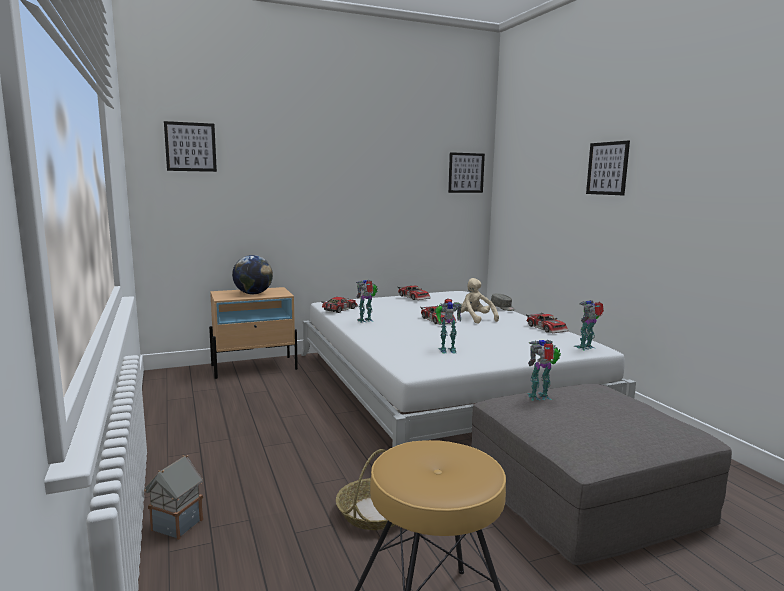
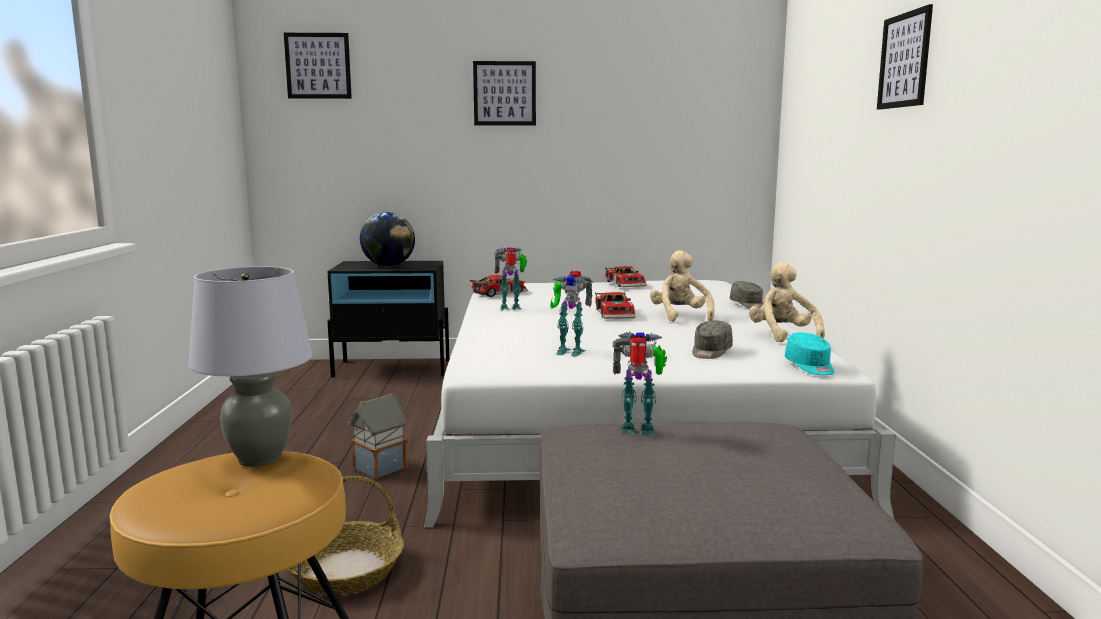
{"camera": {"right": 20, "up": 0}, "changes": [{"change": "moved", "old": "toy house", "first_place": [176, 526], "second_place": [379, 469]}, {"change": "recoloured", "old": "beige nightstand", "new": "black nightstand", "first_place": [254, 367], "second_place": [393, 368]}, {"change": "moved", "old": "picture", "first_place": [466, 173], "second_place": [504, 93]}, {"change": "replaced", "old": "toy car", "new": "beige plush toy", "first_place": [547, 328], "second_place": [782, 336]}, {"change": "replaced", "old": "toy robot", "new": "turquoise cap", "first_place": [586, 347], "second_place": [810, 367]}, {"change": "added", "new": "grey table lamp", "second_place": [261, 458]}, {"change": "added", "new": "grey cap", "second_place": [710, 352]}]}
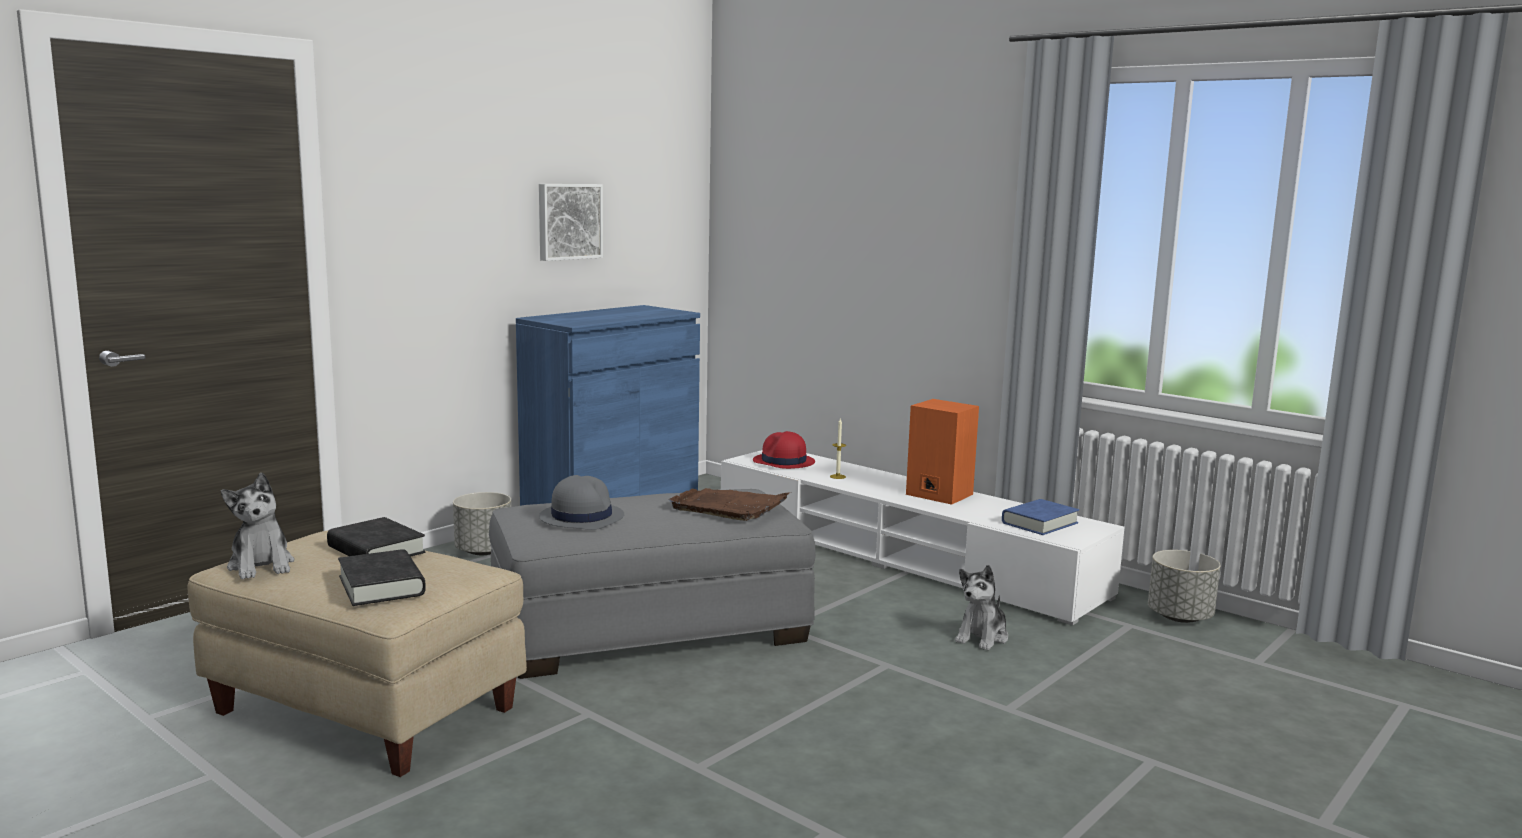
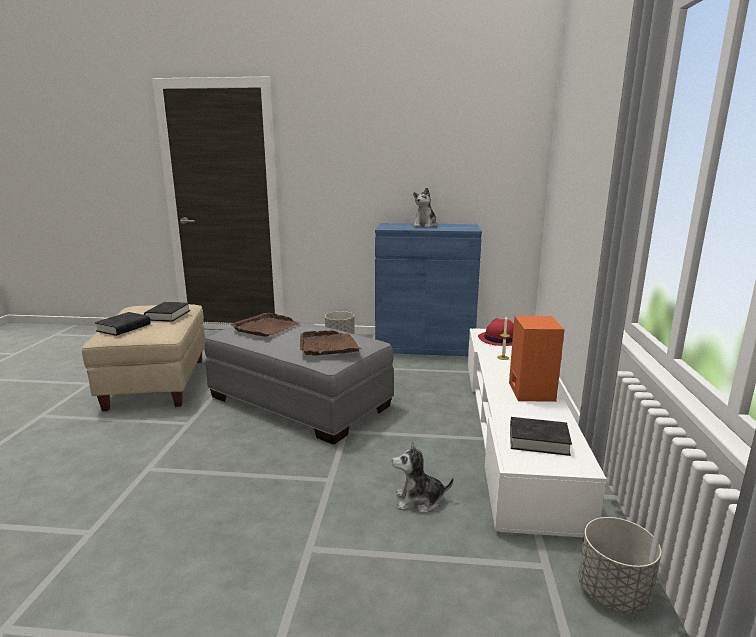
{"camera": {"right": 55, "up": 5}, "changes": [{"change": "moved", "old": "plush toy", "first_place": [261, 565], "second_place": [425, 226]}, {"change": "removed", "old": "picture", "first_place": [568, 221]}, {"change": "replaced", "old": "grey hat", "new": "brown tray", "first_place": [581, 517], "second_place": [265, 328]}, {"change": "recoloured", "old": "blue book", "new": "black book", "first_place": [1039, 523], "second_place": [538, 440]}]}
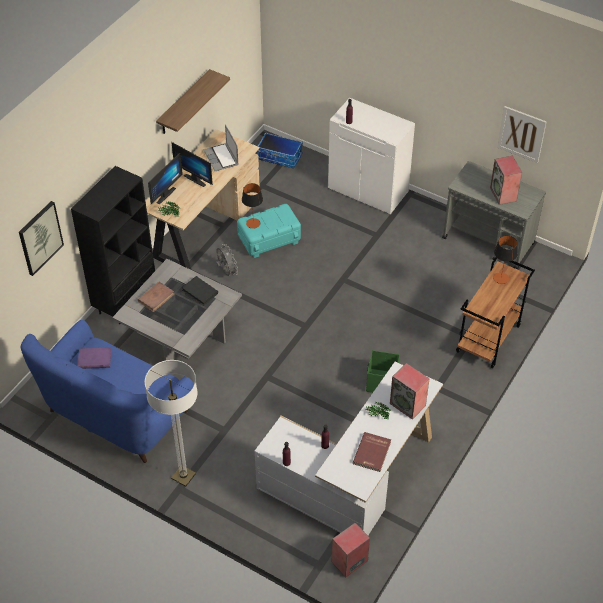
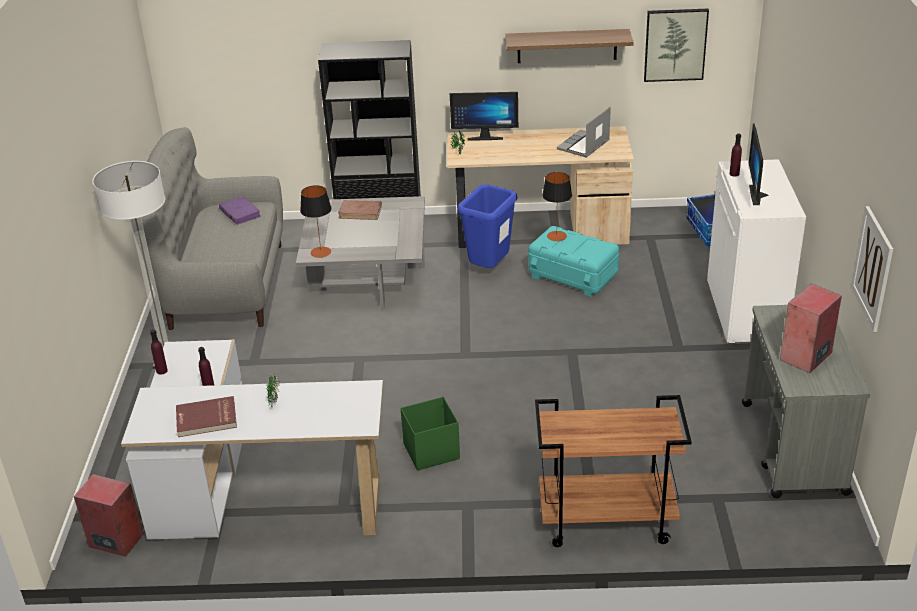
{"camera": {"right": 60, "up": -15}, "changes": [{"change": "moved", "old": "picture", "first_place": [40, 237], "second_place": [675, 44]}, {"change": "recoloured", "old": "blue sofa", "new": "grey sofa", "first_place": [116, 413], "second_place": [223, 285]}, {"change": "moved", "old": "monitor", "first_place": [197, 178], "second_place": [759, 195]}, {"change": "removed", "old": "black book", "first_place": [200, 292]}, {"change": "replaced", "old": "grey fan", "new": "blue trash can", "first_place": [226, 272], "second_place": [489, 269]}, {"change": "removed", "old": "speaker", "first_place": [408, 404]}, {"change": "moved", "old": "table lamp", "first_place": [501, 278], "second_place": [321, 252]}]}
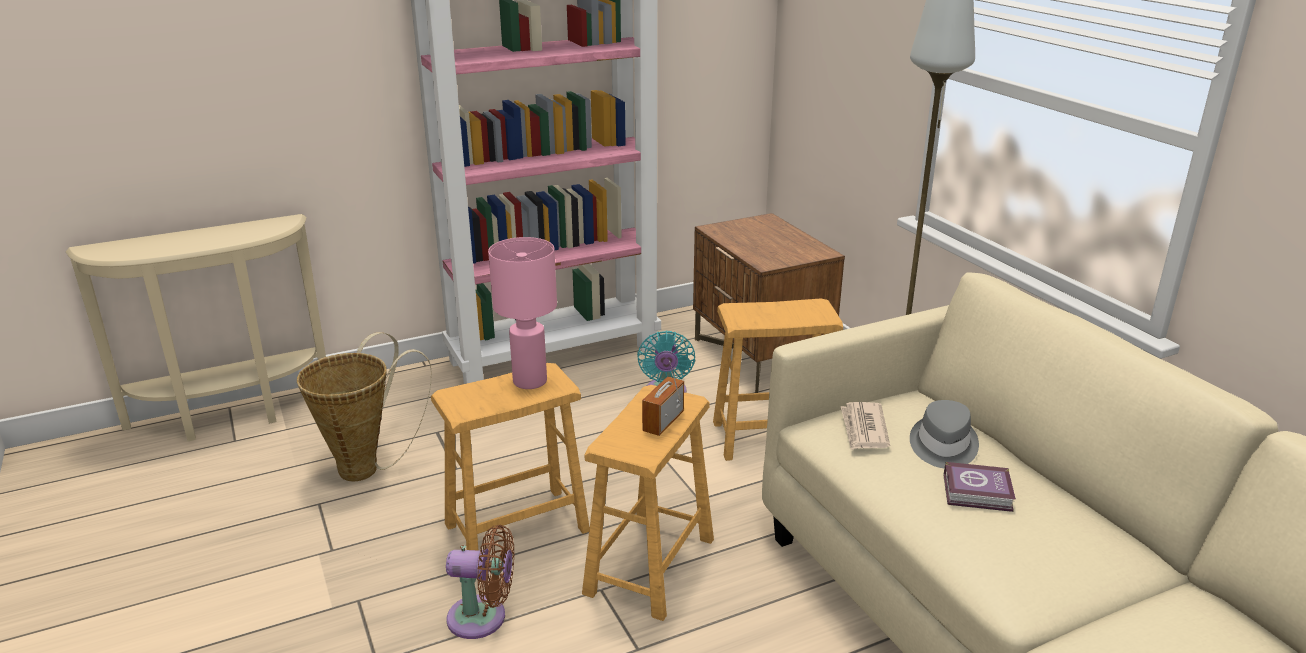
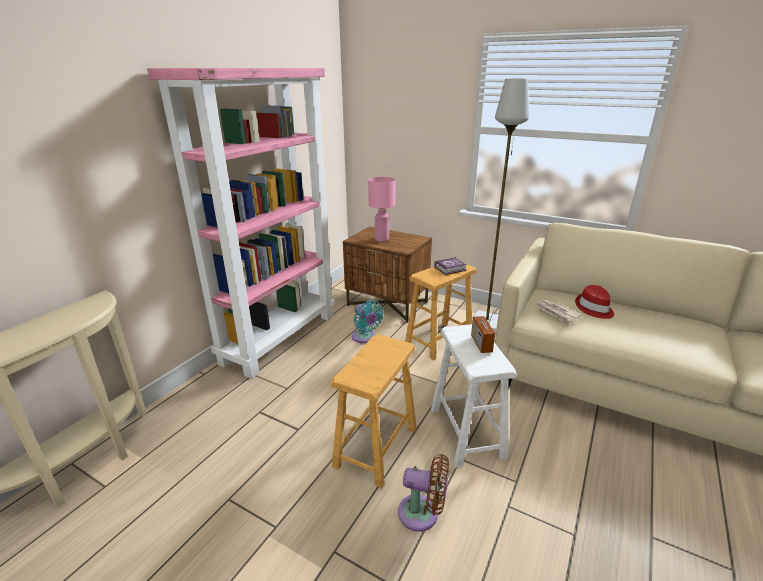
{"camera": {"right": -35, "up": 0}, "changes": [{"change": "removed", "old": "basket", "first_place": [367, 467]}, {"change": "turned", "old": "brown fan", "first_place": [483, 618], "second_place": [422, 514], "degrees": 45}, {"change": "moved", "old": "pink table lamp", "first_place": [530, 381], "second_place": [381, 239]}, {"change": "recoloured", "old": "brown stool", "new": "white stool", "first_place": [650, 566], "second_place": [467, 432]}, {"change": "recoloured", "old": "grey hat", "new": "red hat", "first_place": [942, 446], "second_place": [594, 308]}, {"change": "moved", "old": "book", "first_place": [979, 493], "second_place": [451, 269]}]}
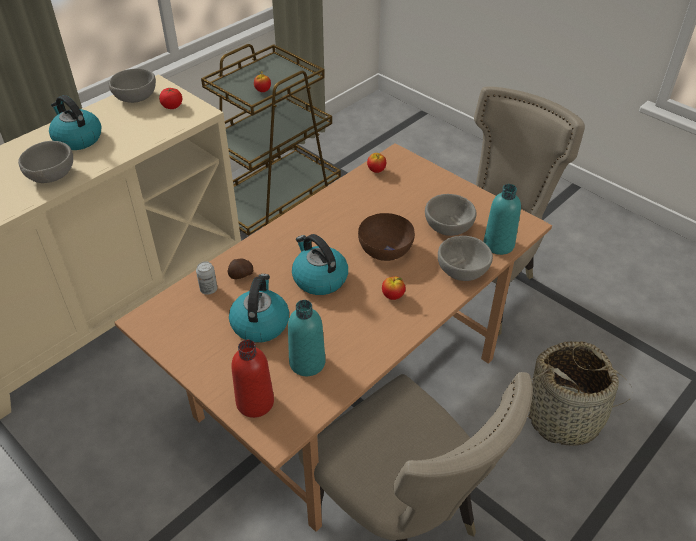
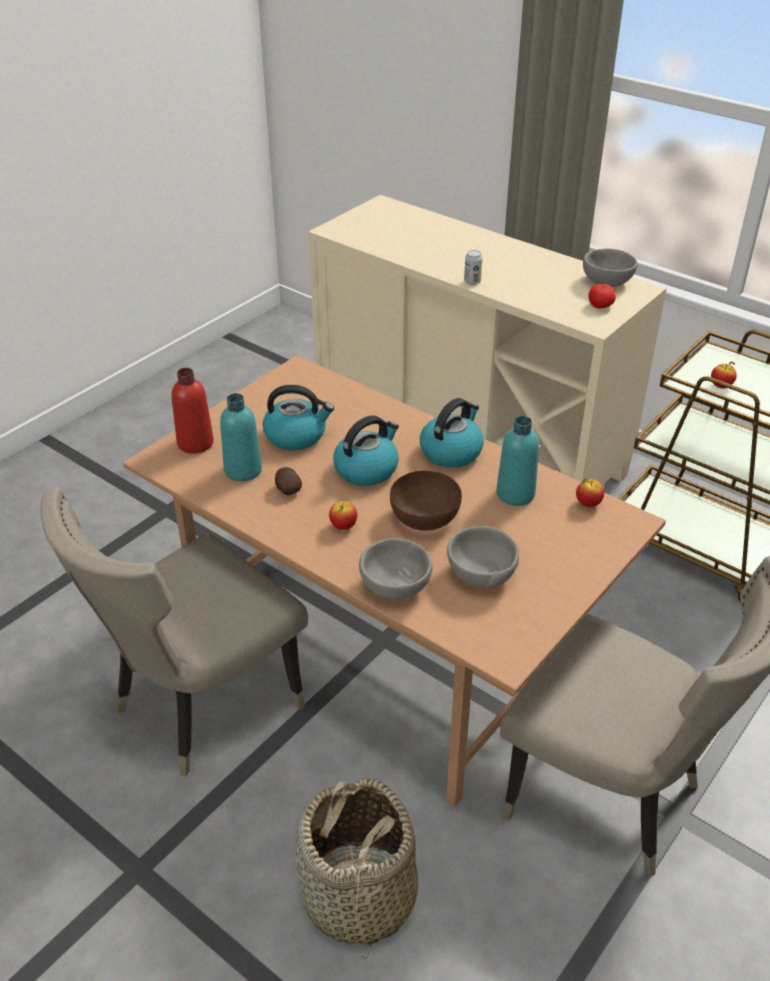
{"camera": {"right": 85, "up": -5}, "changes": [{"change": "removed", "old": "grey bowl", "first_place": [53, 175]}, {"change": "moved", "old": "kettle", "first_place": [77, 138], "second_place": [451, 451]}, {"change": "moved", "old": "can", "first_place": [208, 289], "second_place": [472, 282]}, {"change": "moved", "old": "potato", "first_place": [241, 275], "second_place": [287, 489]}, {"change": "moved", "old": "turquoise bottle", "first_place": [498, 244], "second_place": [515, 494]}]}
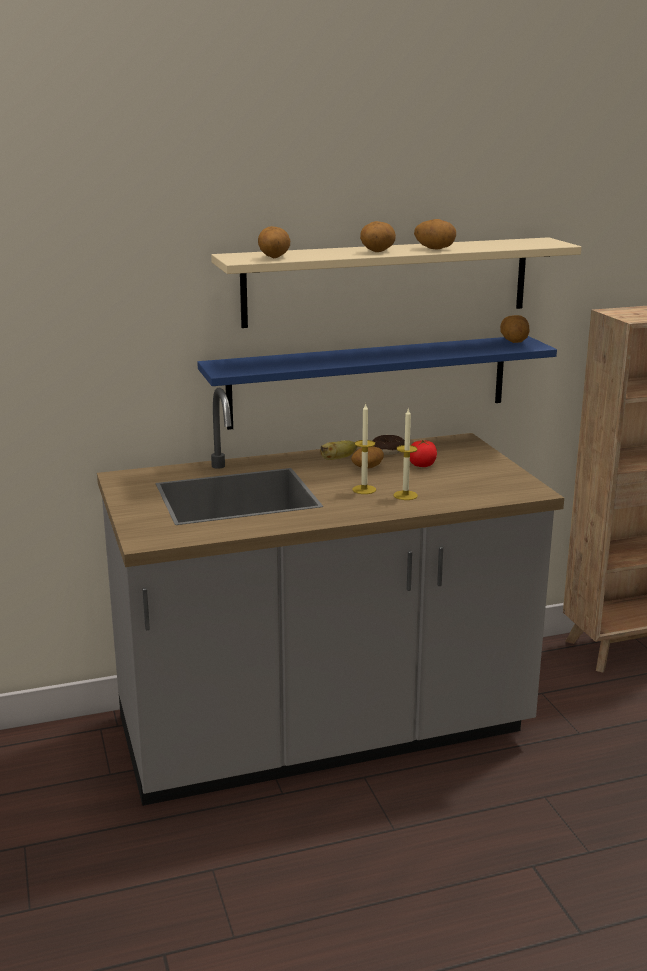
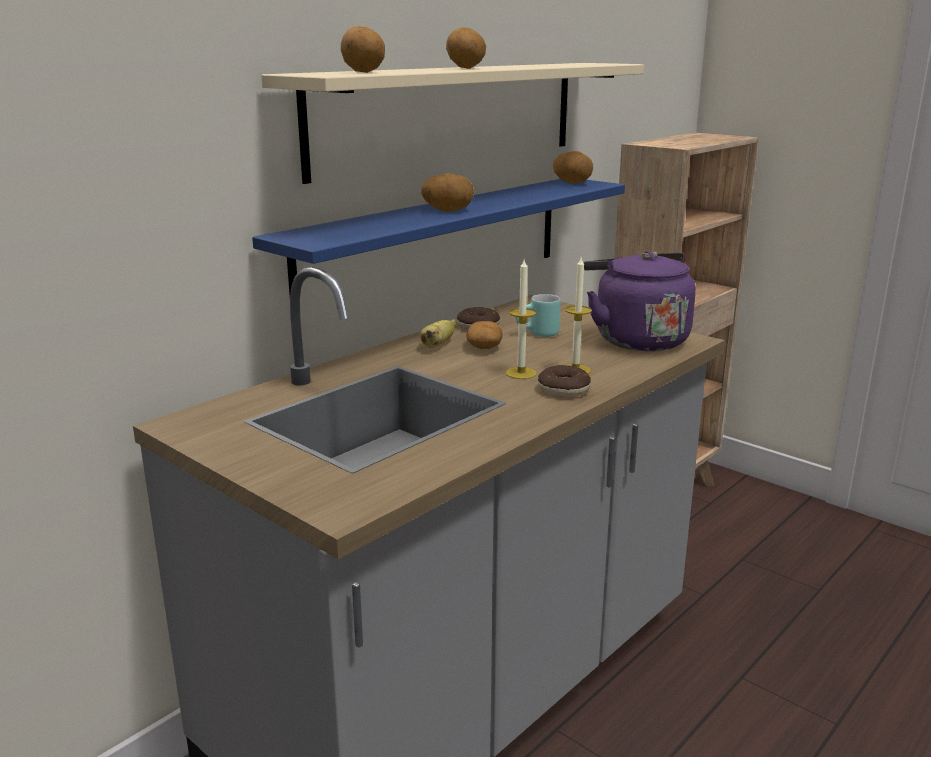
{"camera": {"right": -30, "up": 0}, "changes": [{"change": "replaced", "old": "tomato", "new": "turquoise mug", "first_place": [422, 465], "second_place": [538, 335]}, {"change": "moved", "old": "potato", "first_place": [435, 248], "second_place": [447, 210]}, {"change": "added", "new": "donut", "second_place": [563, 389]}, {"change": "added", "new": "purple kettle", "second_place": [636, 339]}]}
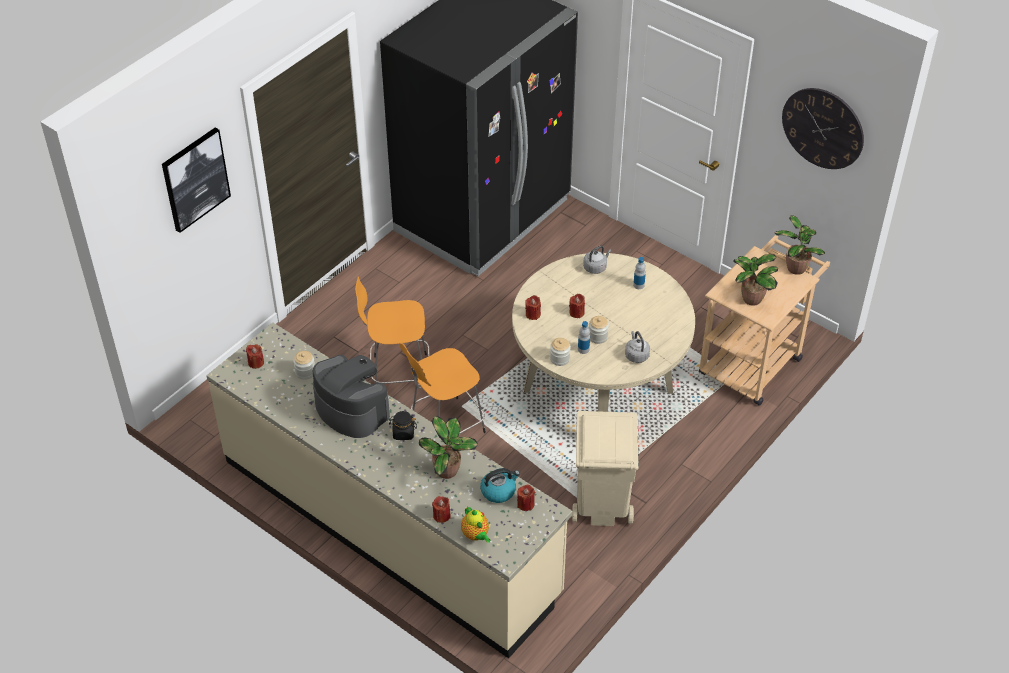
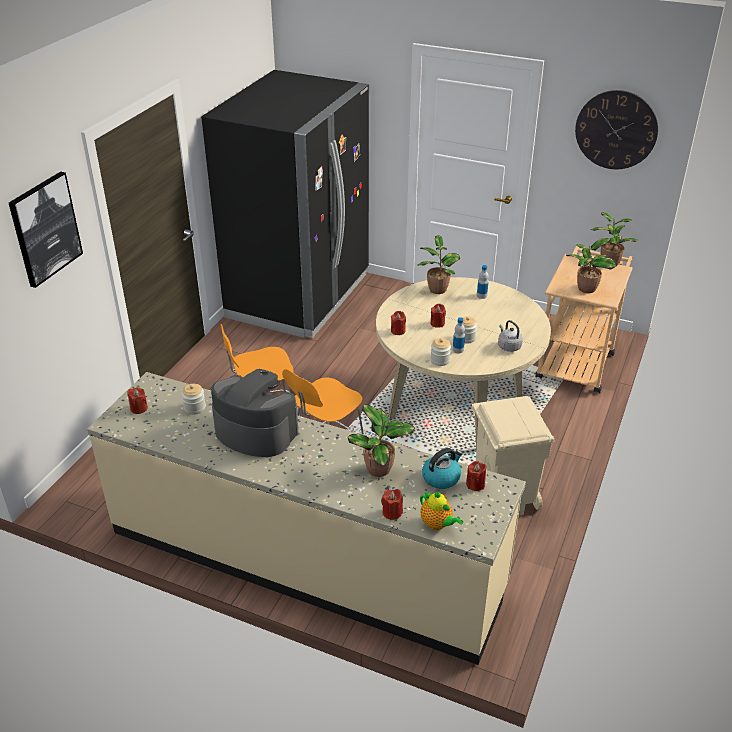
{"camera": {"right": -15, "up": -10}, "changes": [{"change": "removed", "old": "black jar", "first_place": [403, 433]}, {"change": "replaced", "old": "grey kettle", "new": "potted plant", "first_place": [596, 267], "second_place": [437, 289]}]}
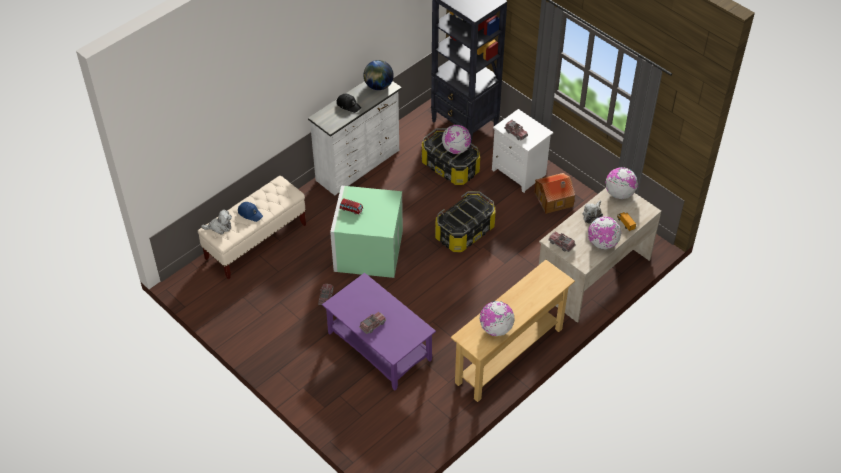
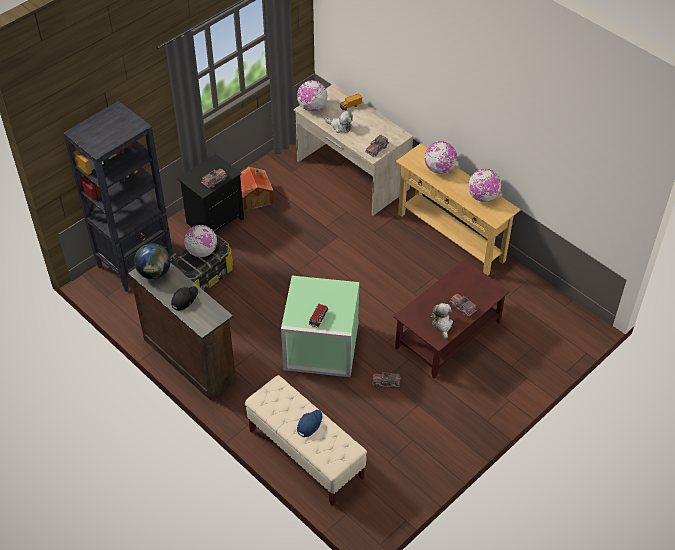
{"camera": {"right": -90, "up": 0}, "changes": [{"change": "moved", "old": "plush toy", "first_place": [219, 227], "second_place": [442, 324]}, {"change": "recoloured", "old": "white dresser", "new": "brown dresser", "first_place": [359, 165], "second_place": [190, 358]}, {"change": "recoloured", "old": "purple coffee table", "new": "brown coffee table", "first_place": [378, 346], "second_place": [448, 335]}, {"change": "removed", "old": "storage box", "first_place": [465, 232]}, {"change": "recoloured", "old": "white nightstand", "new": "black nightstand", "first_place": [520, 172], "second_place": [215, 220]}, {"change": "moved", "old": "globe", "first_place": [602, 243], "second_place": [439, 169]}]}
